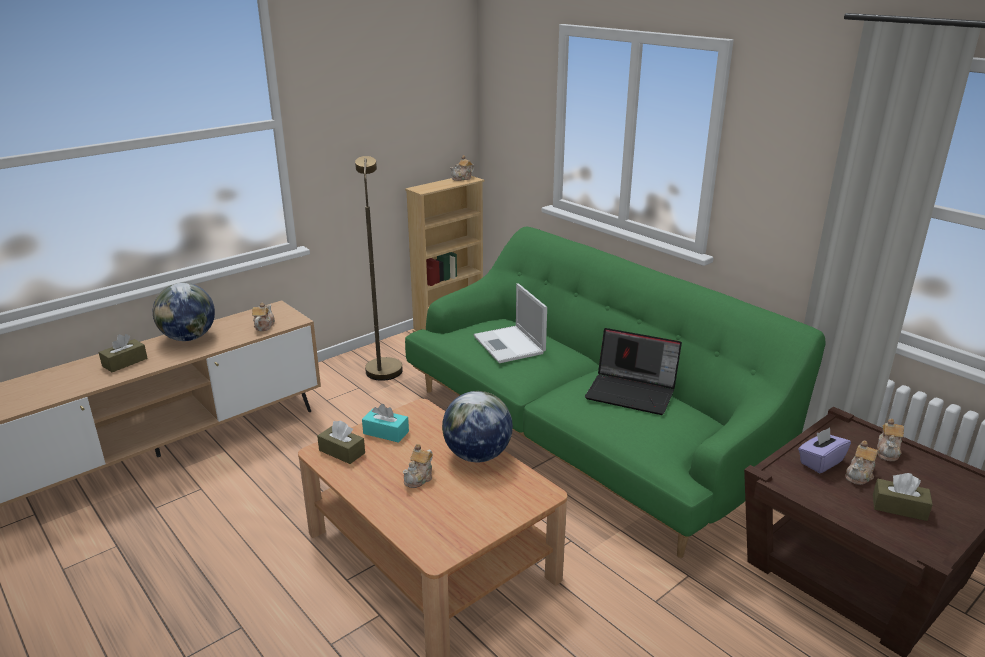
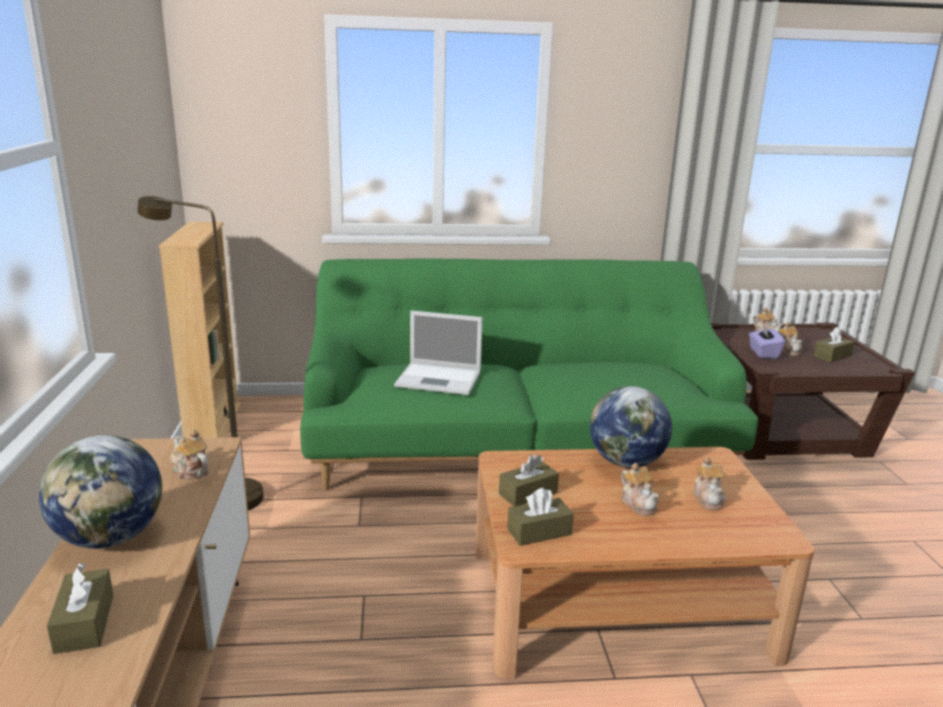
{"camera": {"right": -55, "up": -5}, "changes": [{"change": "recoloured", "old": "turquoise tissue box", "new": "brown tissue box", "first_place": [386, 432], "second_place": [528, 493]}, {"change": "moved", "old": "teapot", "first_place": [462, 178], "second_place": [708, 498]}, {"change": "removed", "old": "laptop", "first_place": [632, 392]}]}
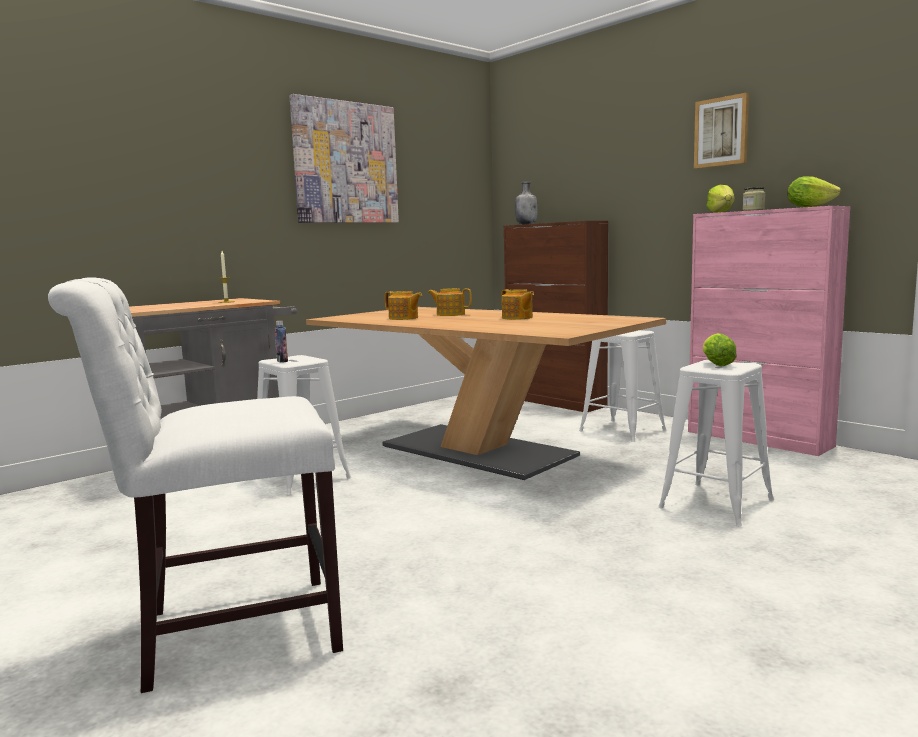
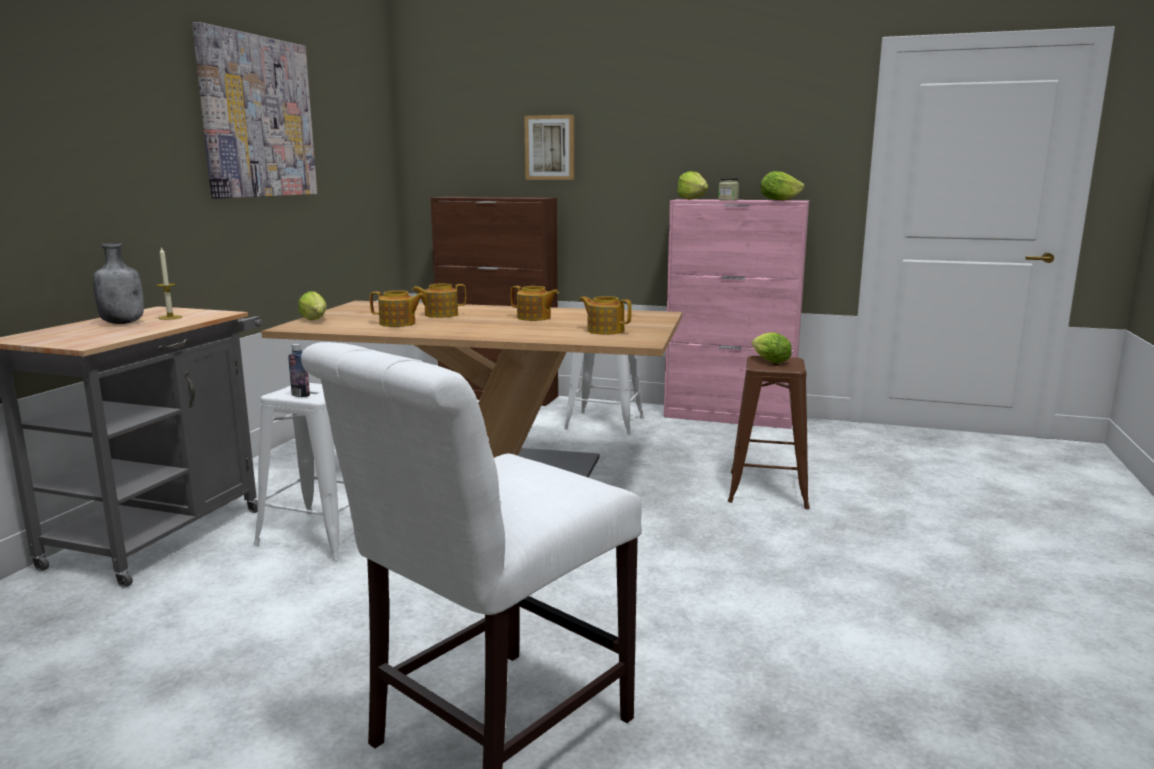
{"camera": {"right": -30, "up": 5}, "changes": [{"change": "moved", "old": "grey bottle", "first_place": [526, 224], "second_place": [124, 323]}, {"change": "recoloured", "old": "white stool", "new": "brown stool", "first_place": [716, 503], "second_place": [767, 489]}, {"change": "moved", "old": "picture", "first_place": [721, 132], "second_place": [550, 147]}, {"change": "added", "new": "lettuce", "second_place": [315, 320]}, {"change": "added", "new": "teapot", "second_place": [605, 331]}]}
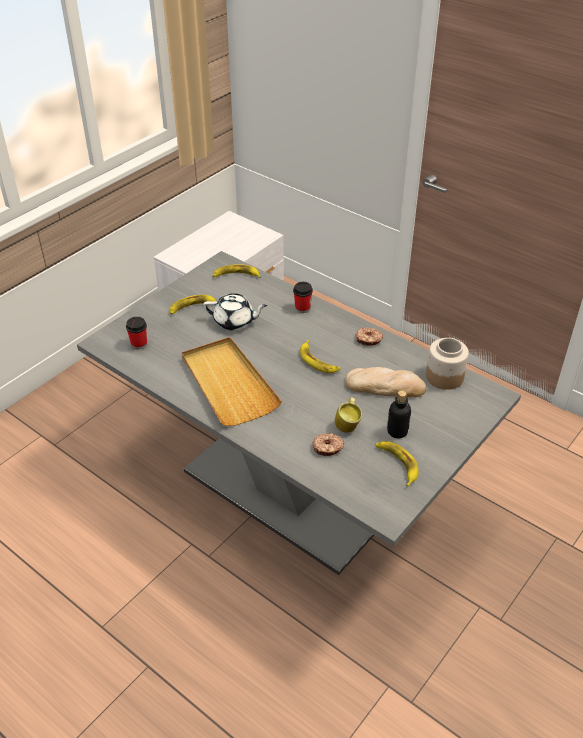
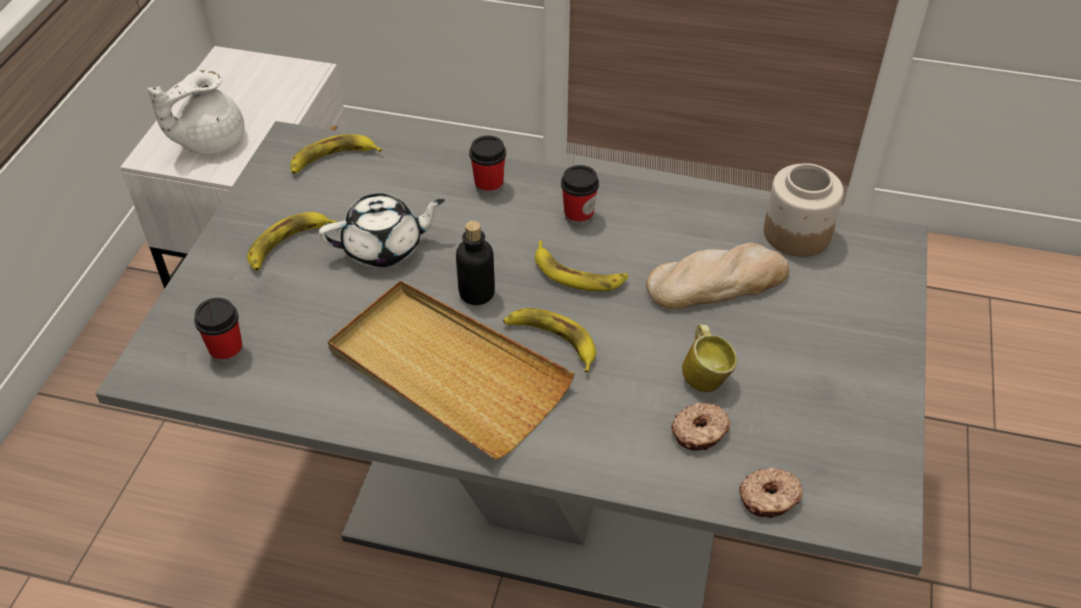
{"camera": {"right": -25, "up": 5}, "changes": [{"change": "moved", "old": "donut", "first_place": [368, 340], "second_place": [769, 498]}, {"change": "moved", "old": "banana", "first_place": [397, 463], "second_place": [552, 340]}, {"change": "moved", "old": "bottle", "first_place": [397, 431], "second_place": [477, 293]}, {"change": "added", "new": "white teapot", "second_place": [209, 141]}, {"change": "added", "new": "cup", "second_place": [578, 215]}]}
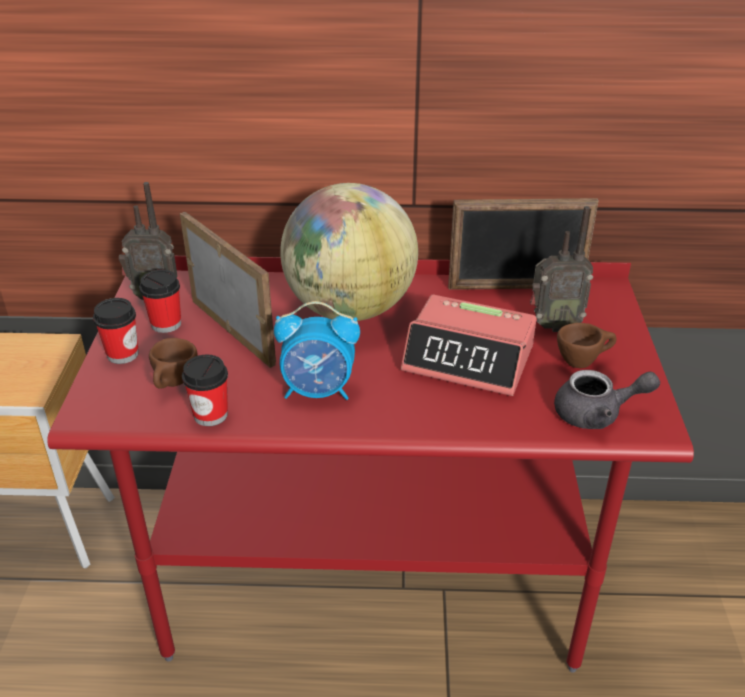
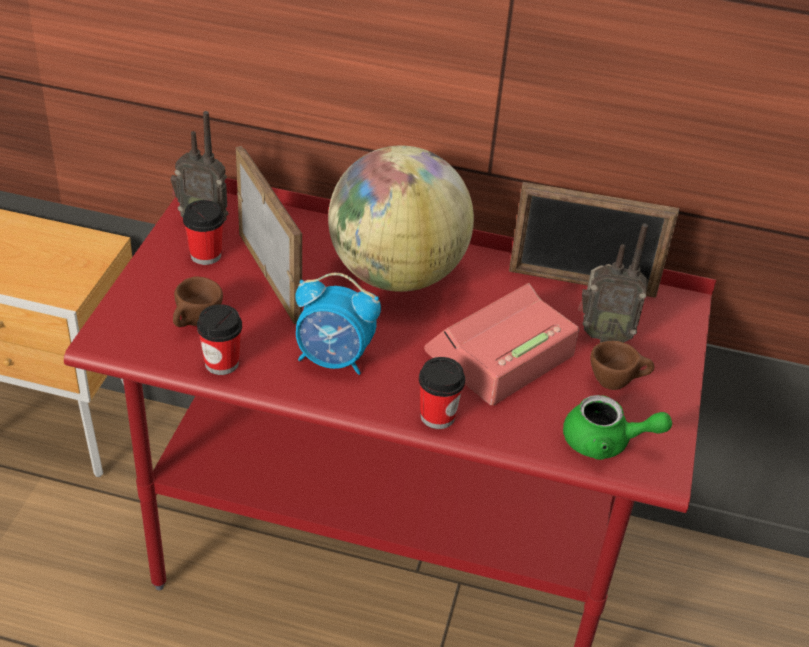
{"camera": {"right": 10, "up": 5}, "changes": [{"change": "moved", "old": "cup", "first_place": [122, 354], "second_place": [437, 416]}, {"change": "turned", "old": "alarm clock", "first_place": [469, 358], "second_place": [499, 355], "degrees": 105}, {"change": "recoloured", "old": "grey teapot", "new": "green teapot", "first_place": [597, 414], "second_place": [606, 443]}]}
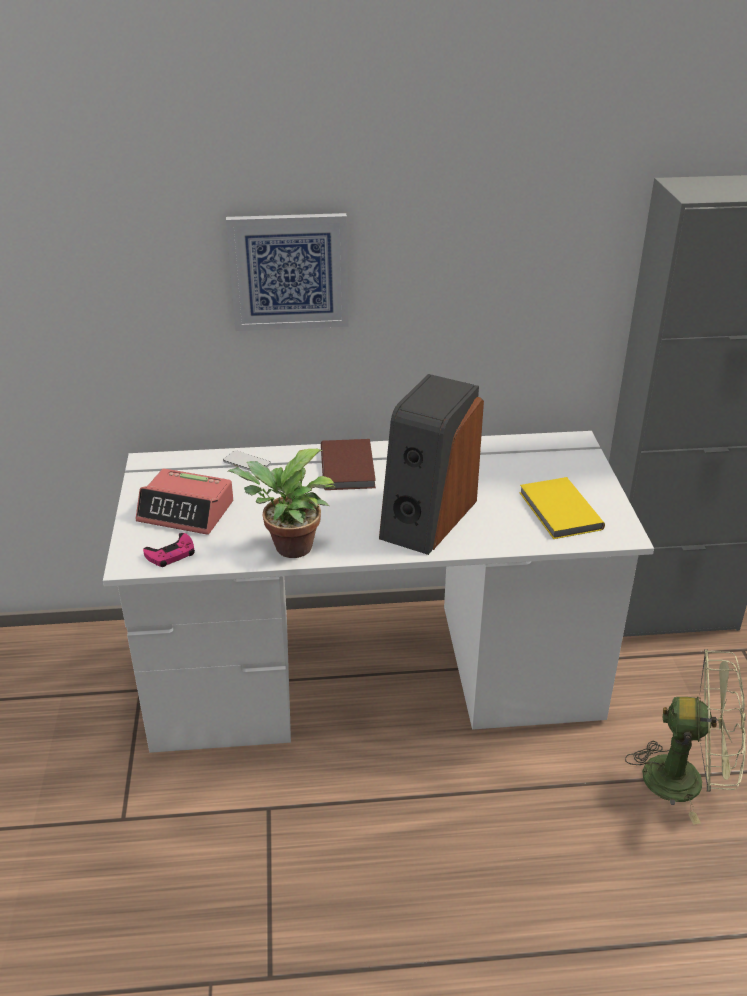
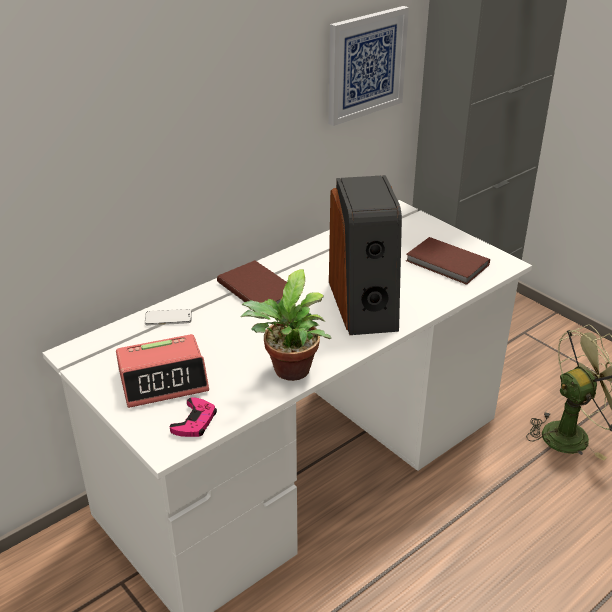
{"camera": {"right": -35, "up": 0}, "changes": [{"change": "moved", "old": "picture", "first_place": [289, 271], "second_place": [365, 64]}, {"change": "recoloured", "old": "yellow book", "new": "brown book", "first_place": [559, 511], "second_place": [447, 264]}]}
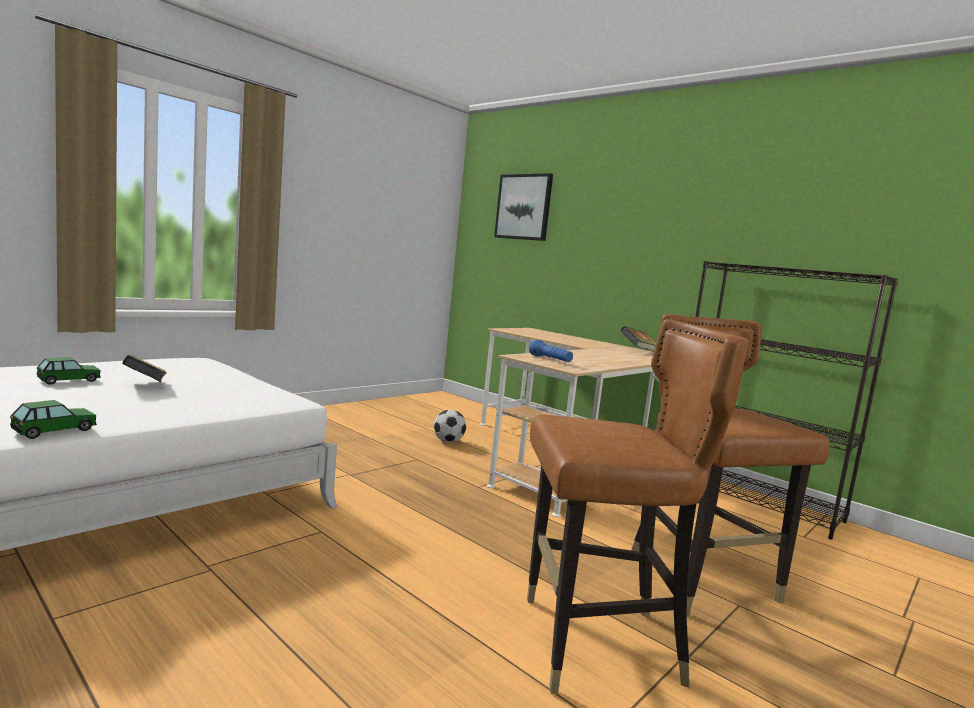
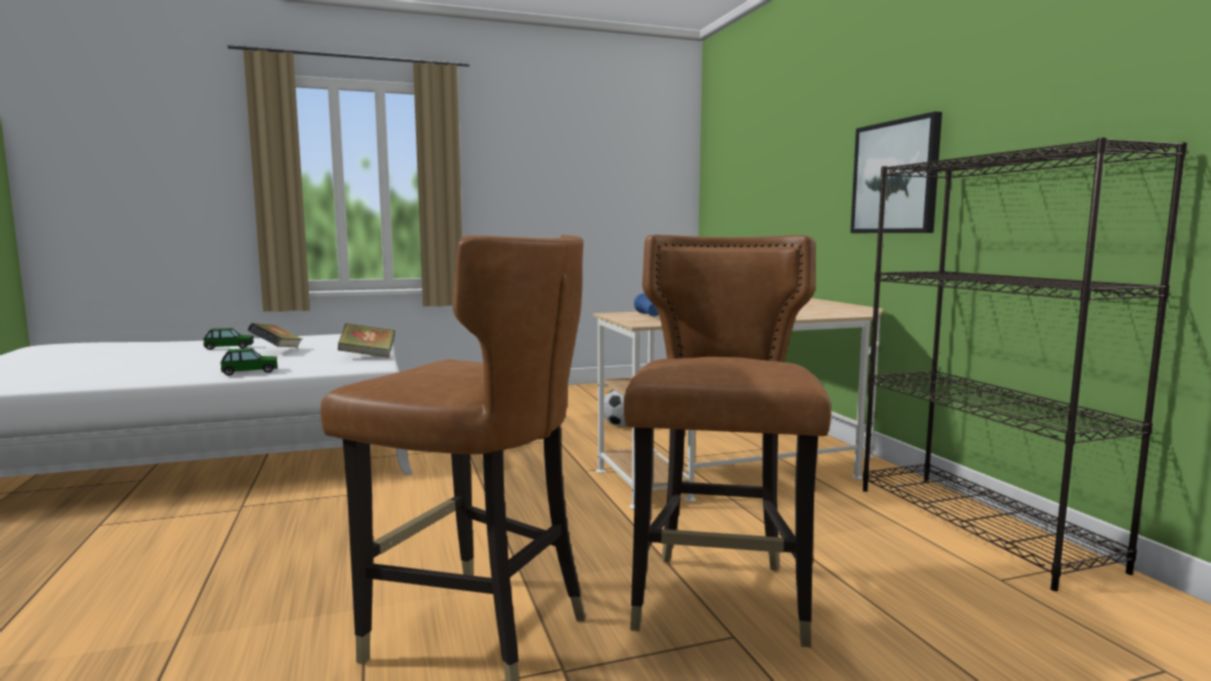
{"camera": {"right": 30, "up": 0}, "changes": [{"change": "moved", "old": "toy car", "first_place": [54, 430], "second_place": [250, 371]}, {"change": "moved", "old": "picture", "first_place": [524, 207], "second_place": [895, 177]}, {"change": "moved", "old": "book", "first_place": [638, 351], "second_place": [368, 356]}]}
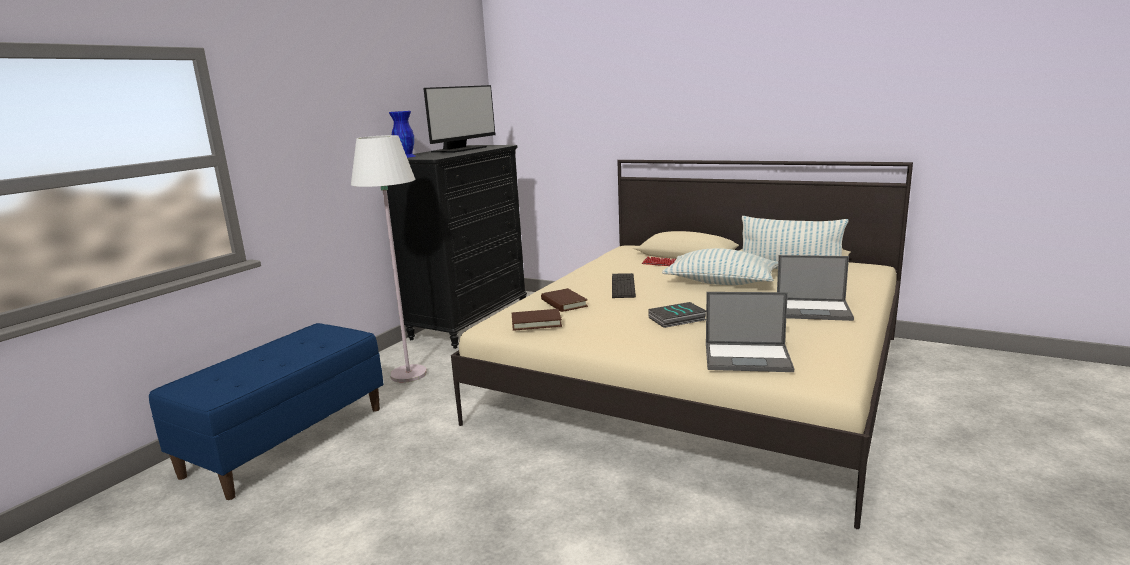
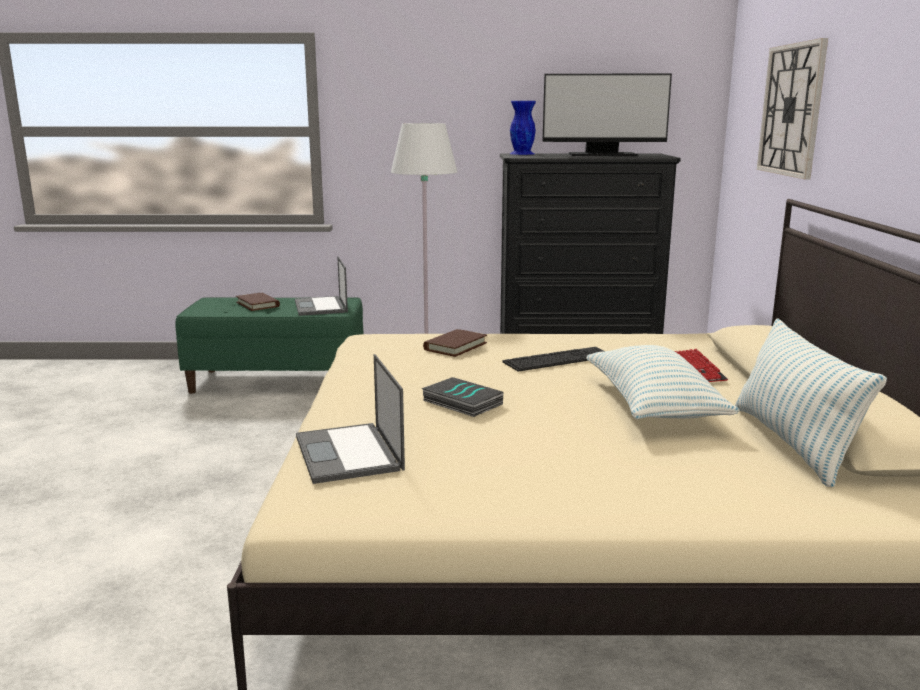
{"camera": {"right": 60, "up": 0}, "changes": [{"change": "recoloured", "old": "blue bench", "new": "green bench", "first_place": [287, 440], "second_place": [278, 381]}, {"change": "moved", "old": "brown book", "first_place": [536, 322], "second_place": [257, 304]}, {"change": "moved", "old": "laptop", "first_place": [814, 310], "second_place": [321, 307]}, {"change": "added", "new": "wall clock", "second_place": [791, 110]}]}
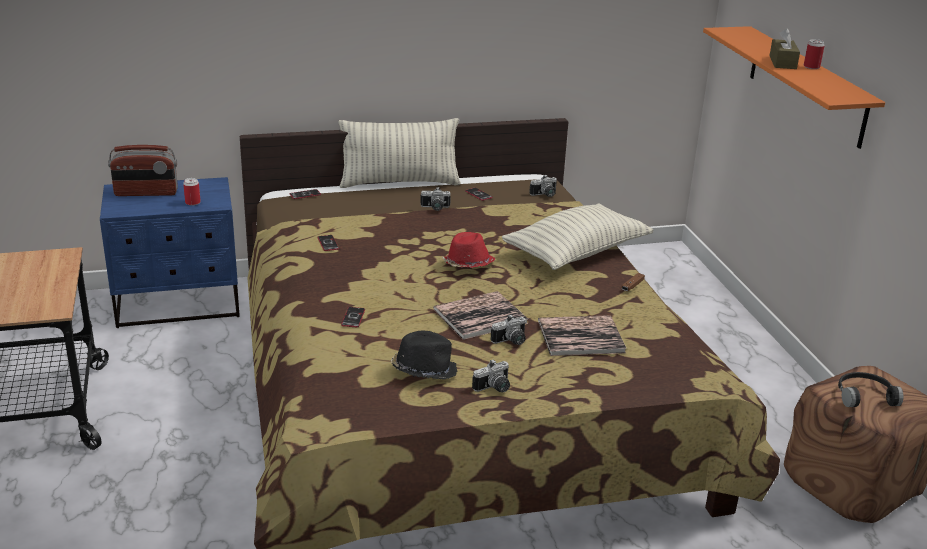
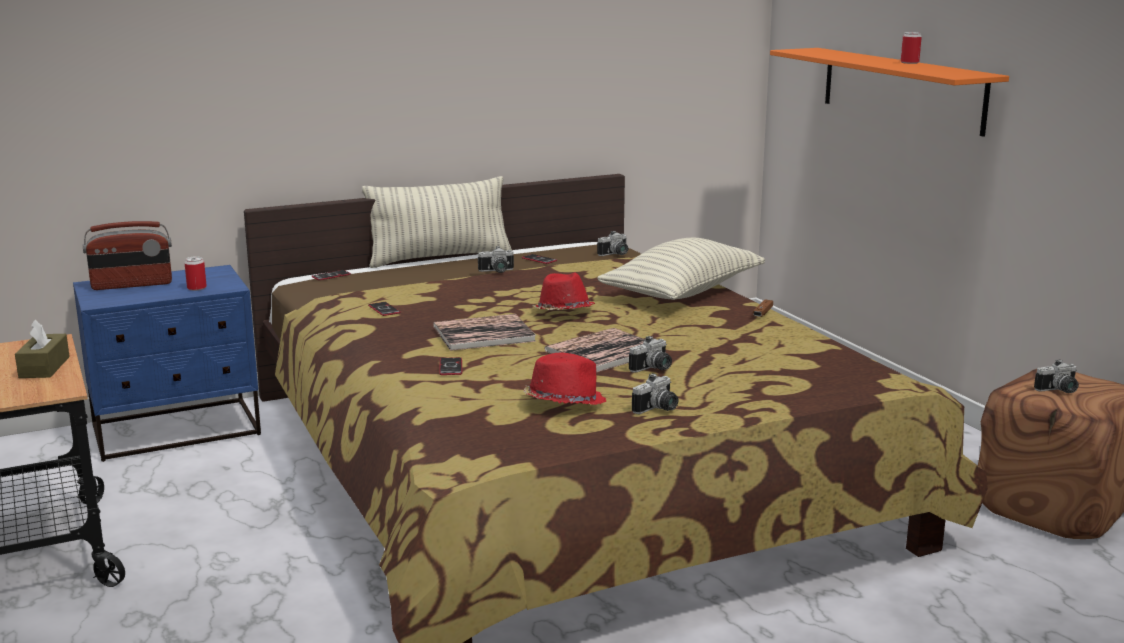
{"camera": {"right": -10, "up": -10}, "changes": [{"change": "recoloured", "old": "black hat", "new": "red hat", "first_place": [423, 370], "second_place": [563, 402]}, {"change": "moved", "old": "book", "first_place": [580, 336], "second_place": [483, 334]}, {"change": "moved", "old": "brown tissue box", "first_place": [782, 62], "second_place": [44, 367]}, {"change": "replaced", "old": "black headphones", "new": "photo camera", "first_place": [864, 396], "second_place": [1059, 391]}]}
